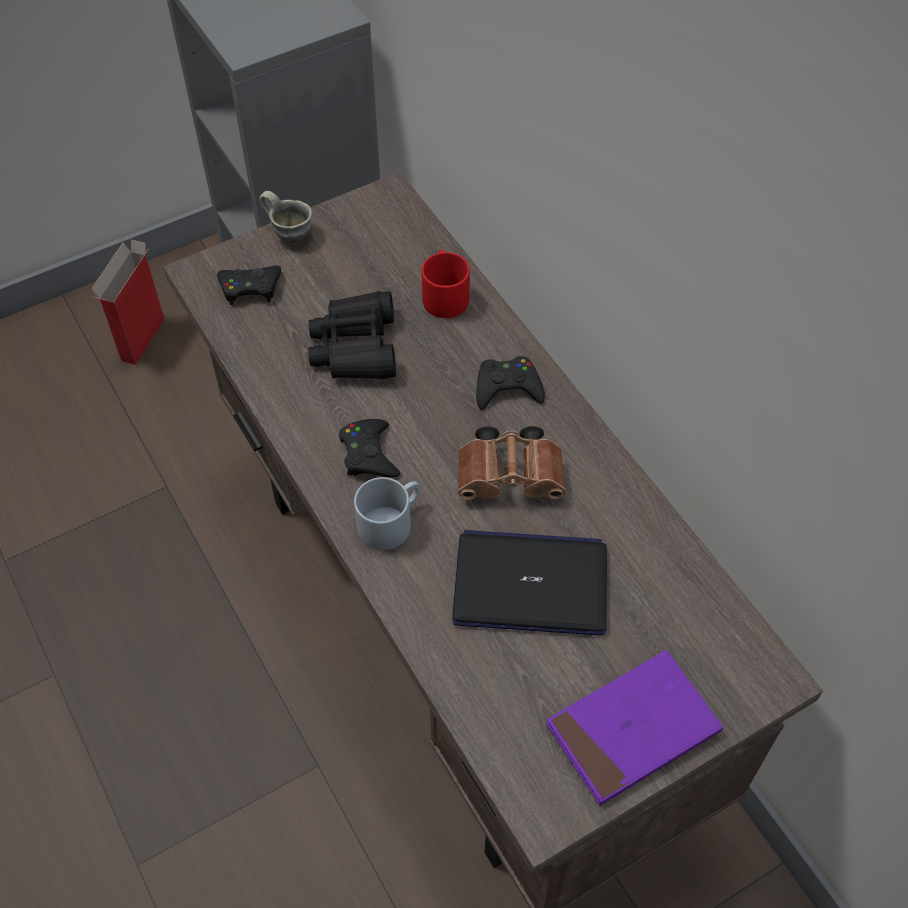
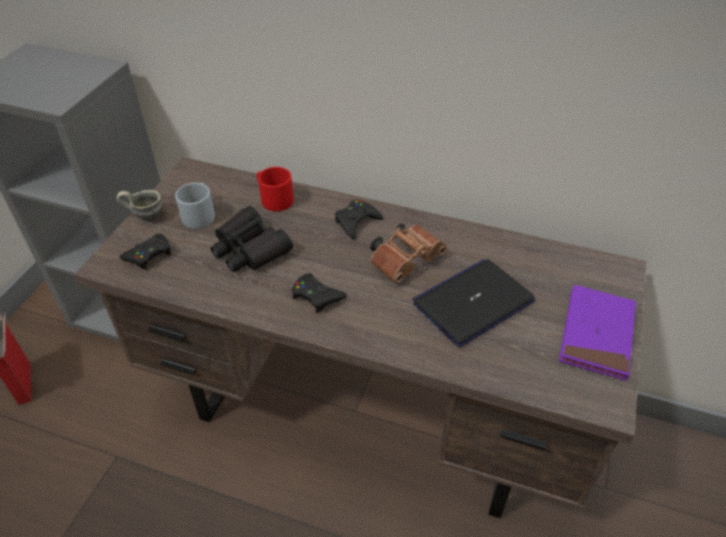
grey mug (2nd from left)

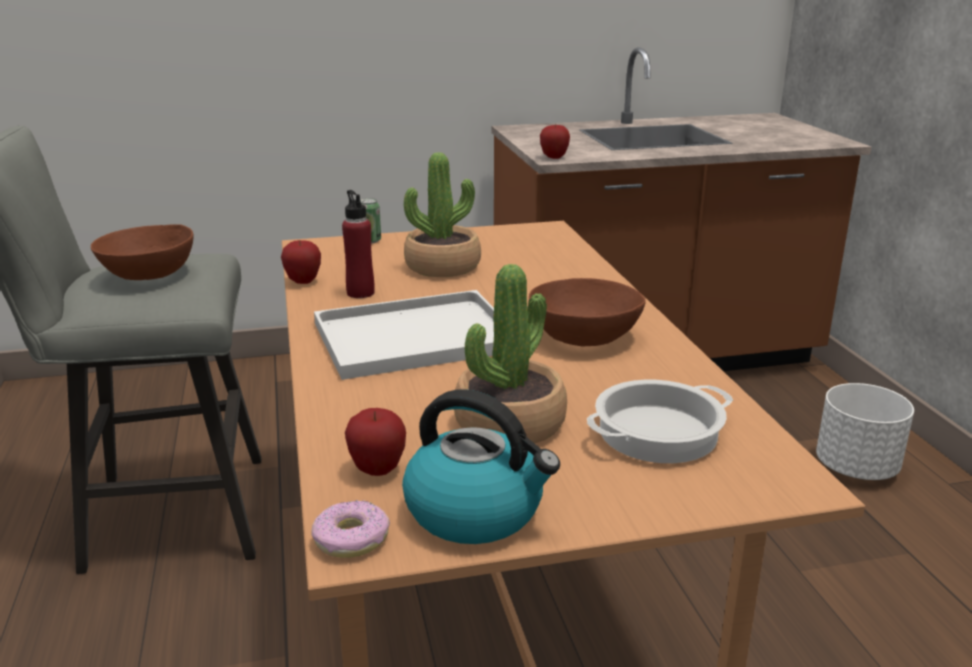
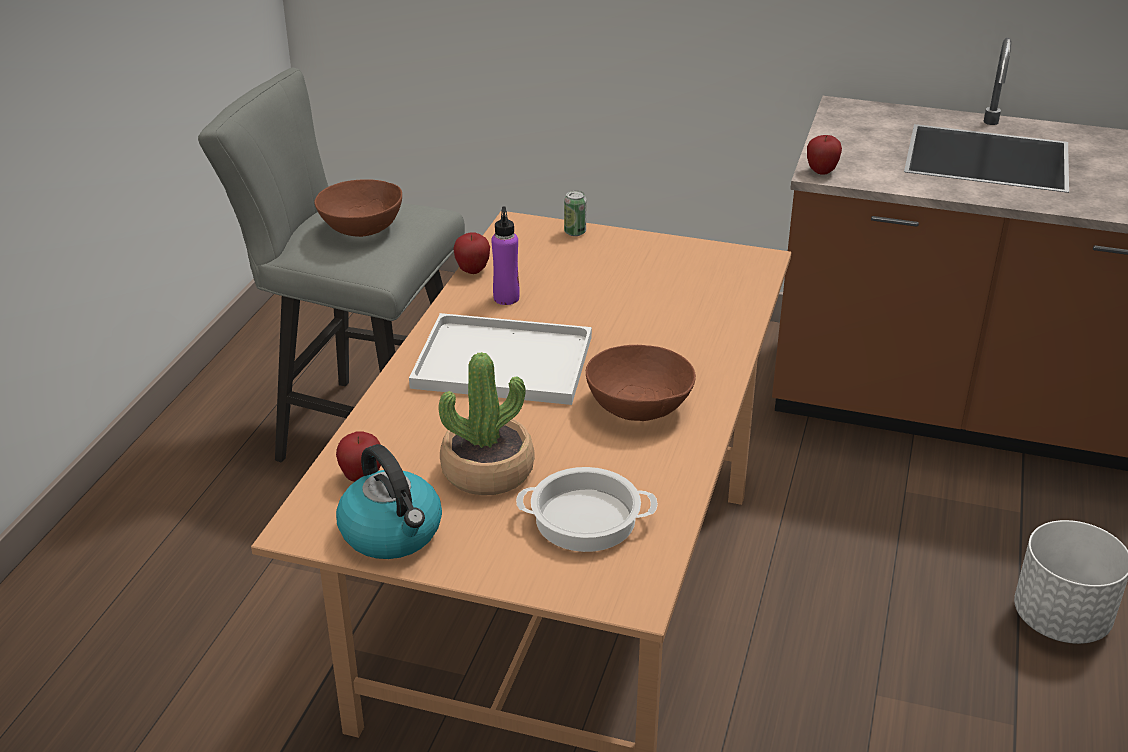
donut
purple bottle
potted plant (1st from left in the first image)

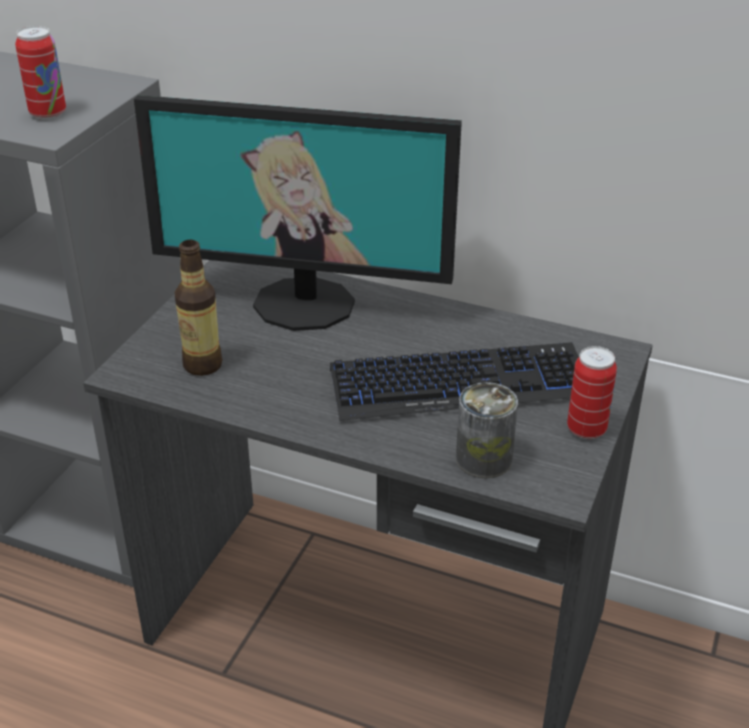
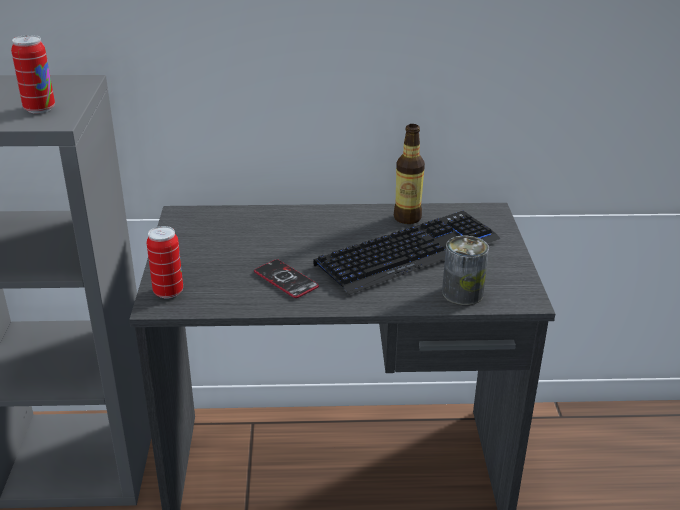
monitor
bottle
can (2nd from left)
phone

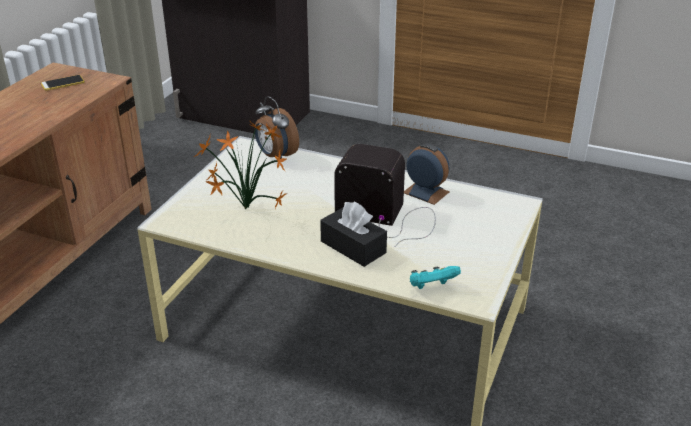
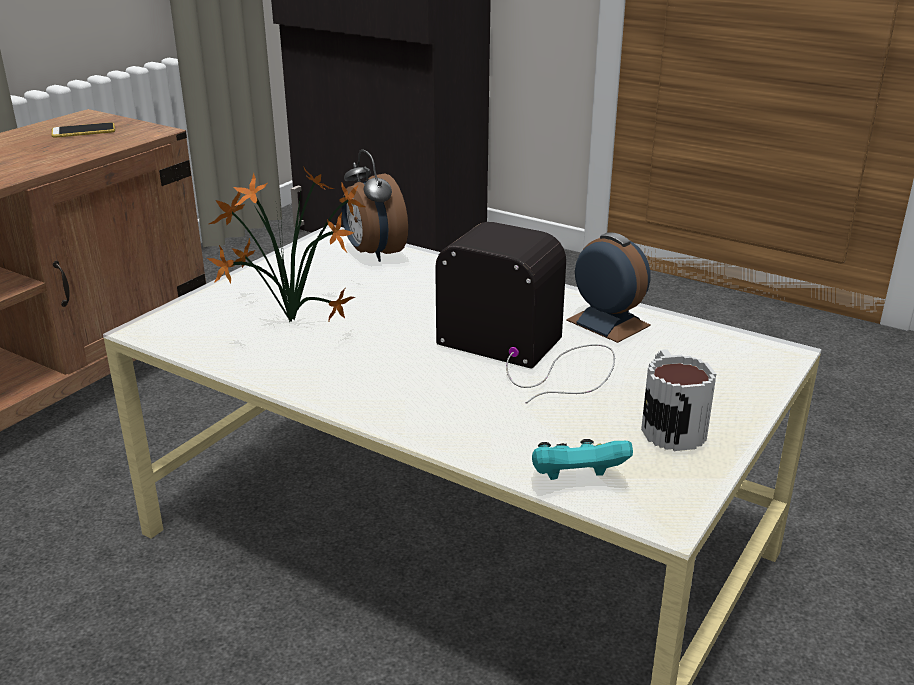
black tissue box
mug

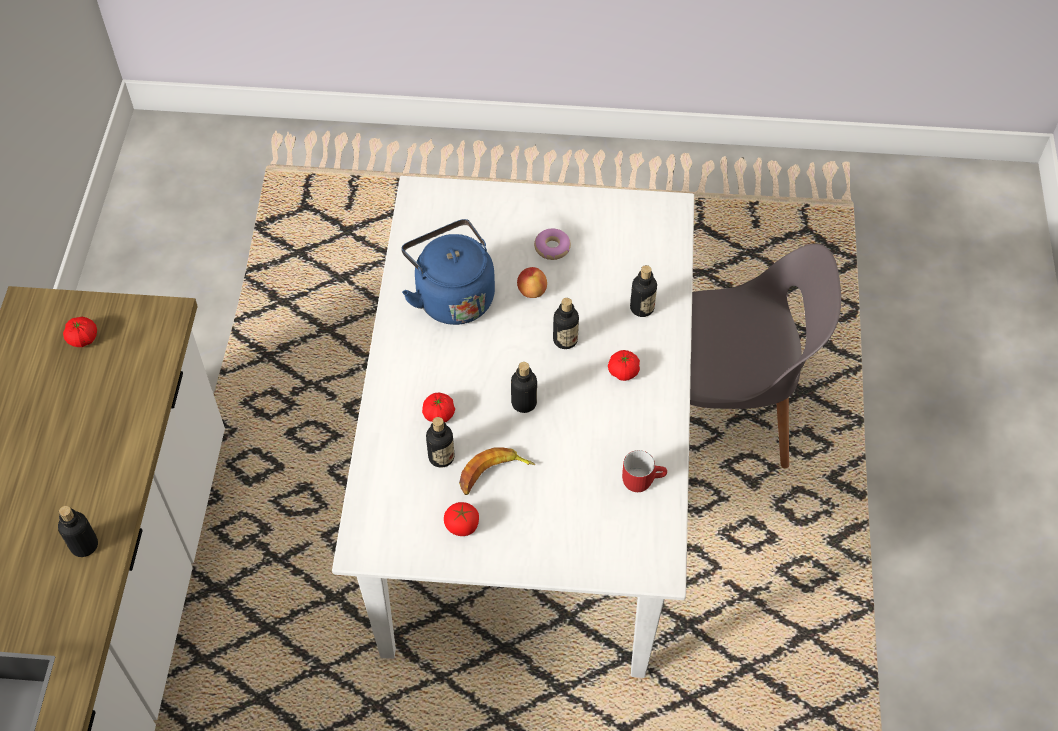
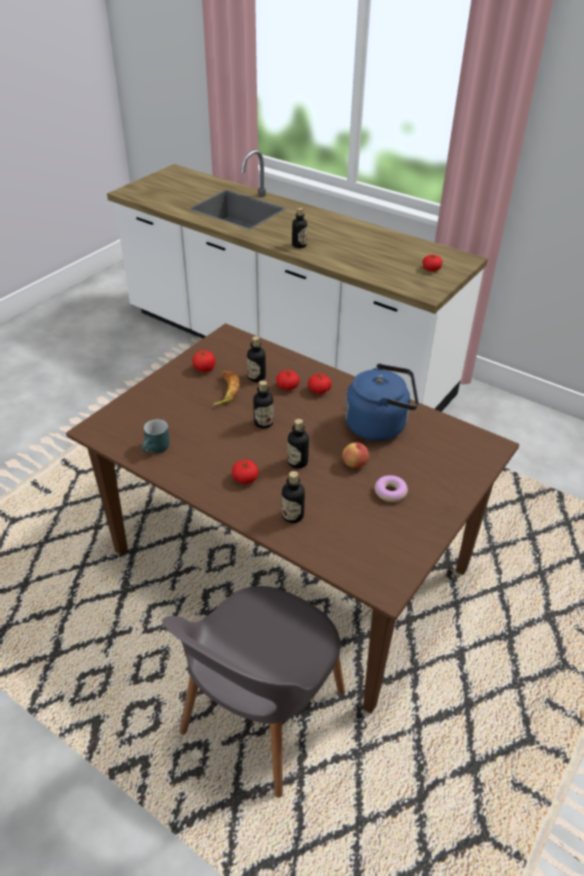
brown dining table
turquoise mug
tomato (4th from left)

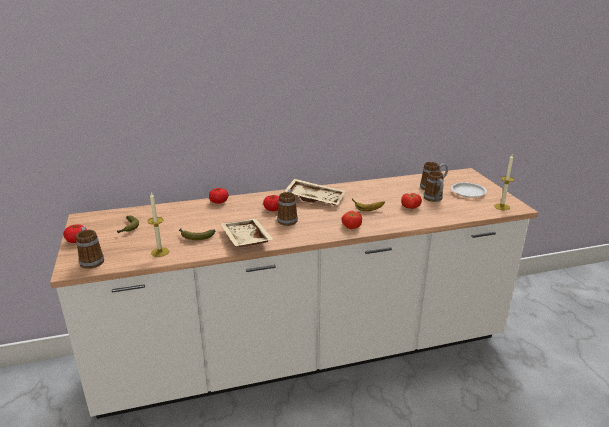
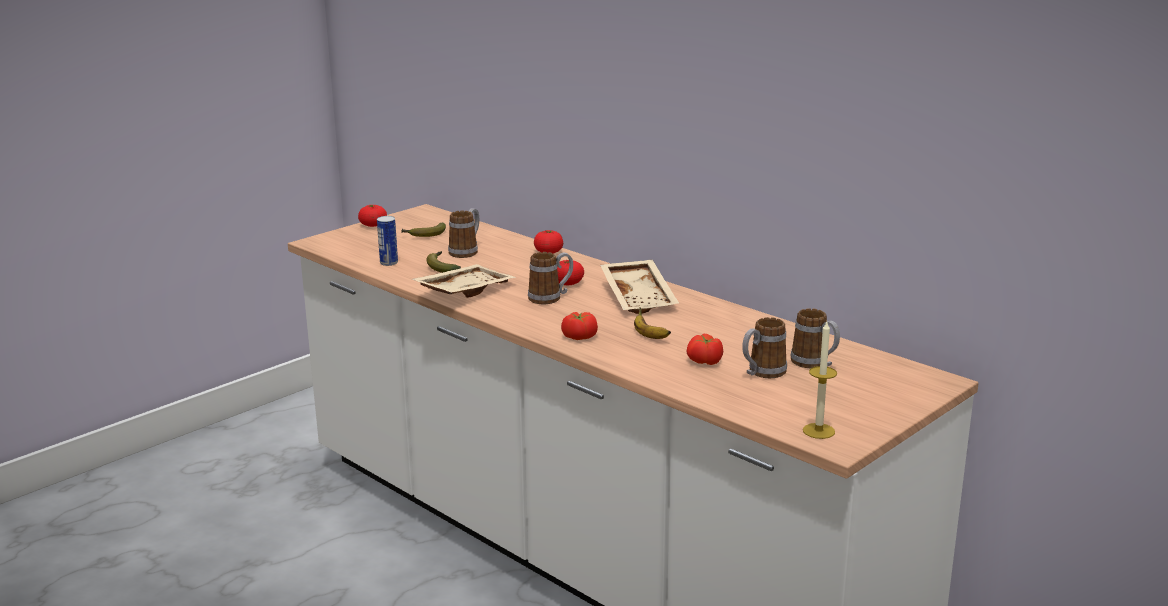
mug (1st from left)
can
white plate

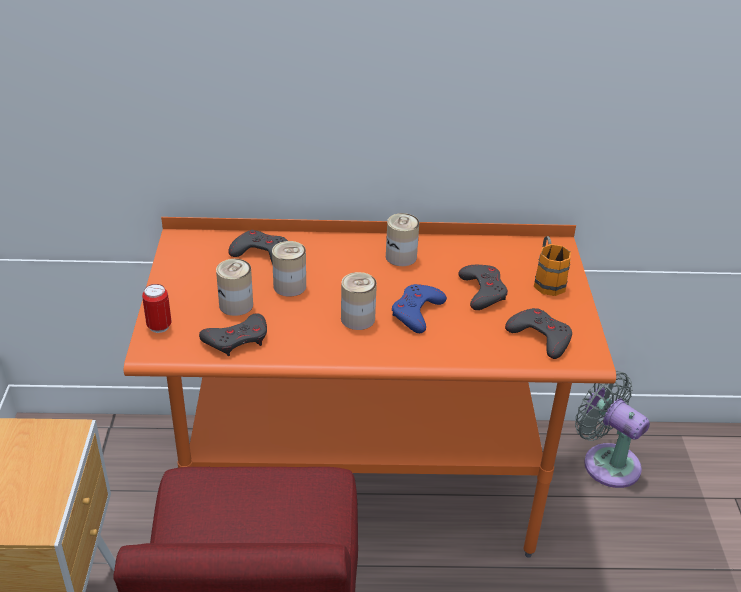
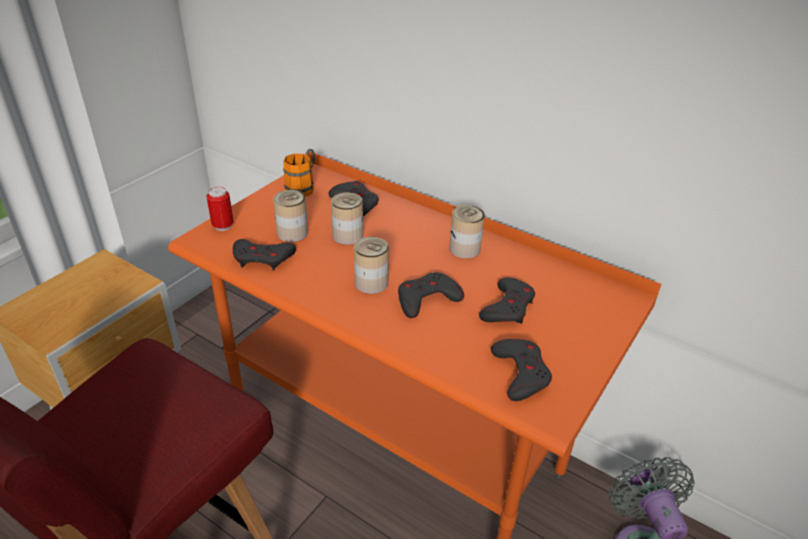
grey game controller (3rd from left)
orange mug

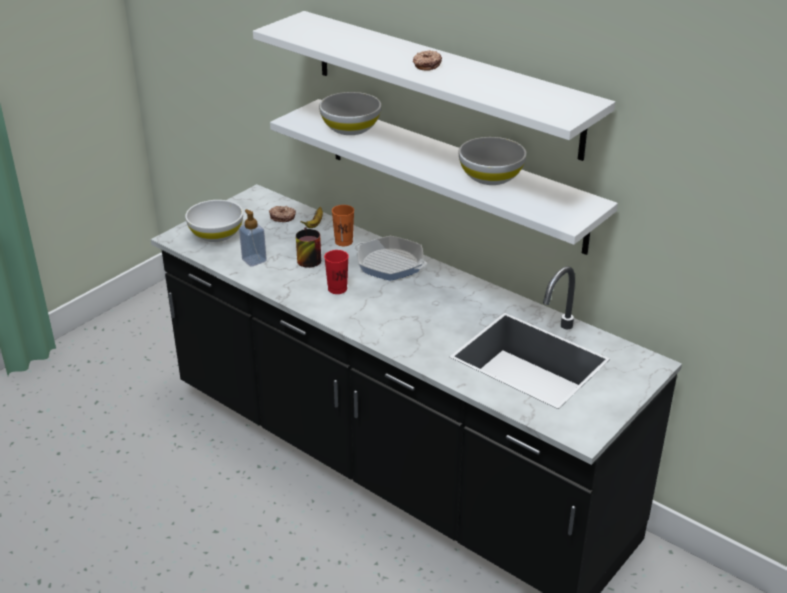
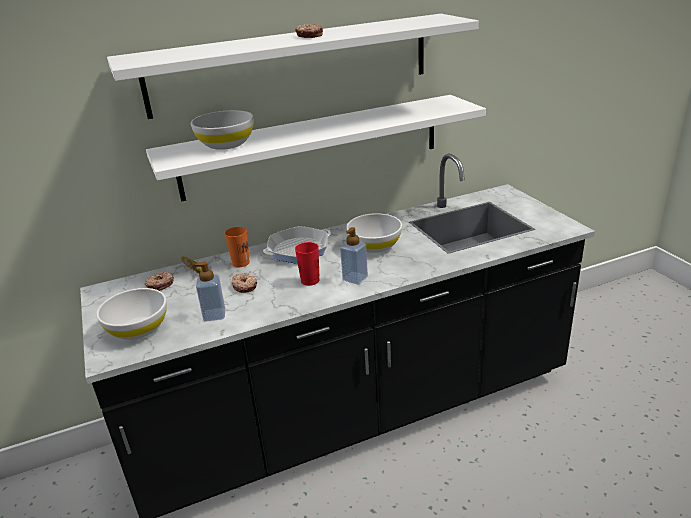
donut (2nd from left)
white bowl (3rd from left)
soap dispenser (2nd from left)

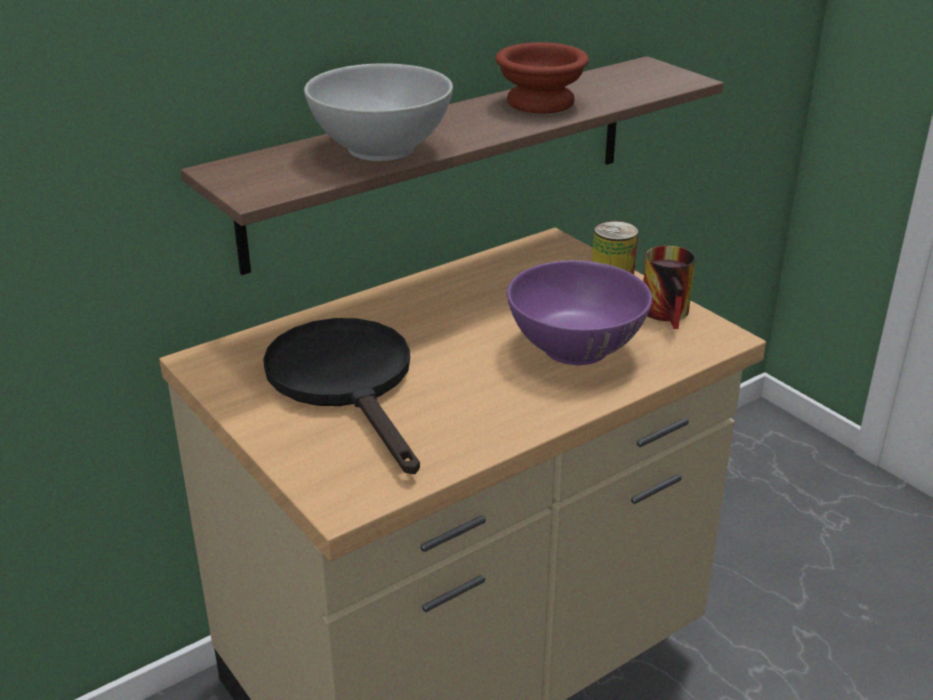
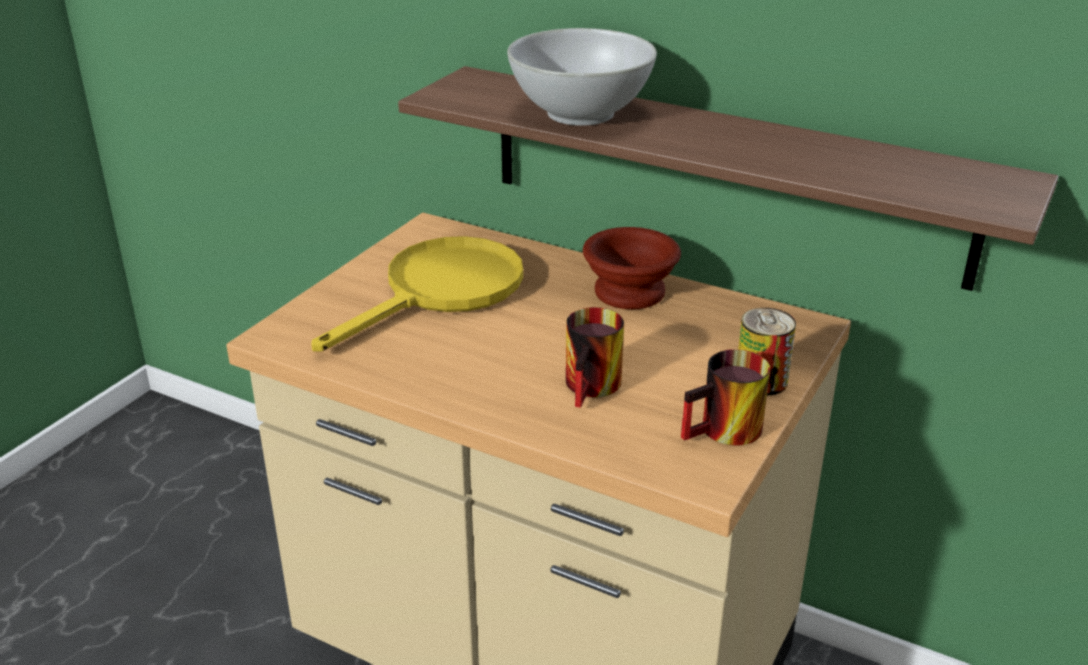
yellow frying pan
brown bowl
mug (1st from left)

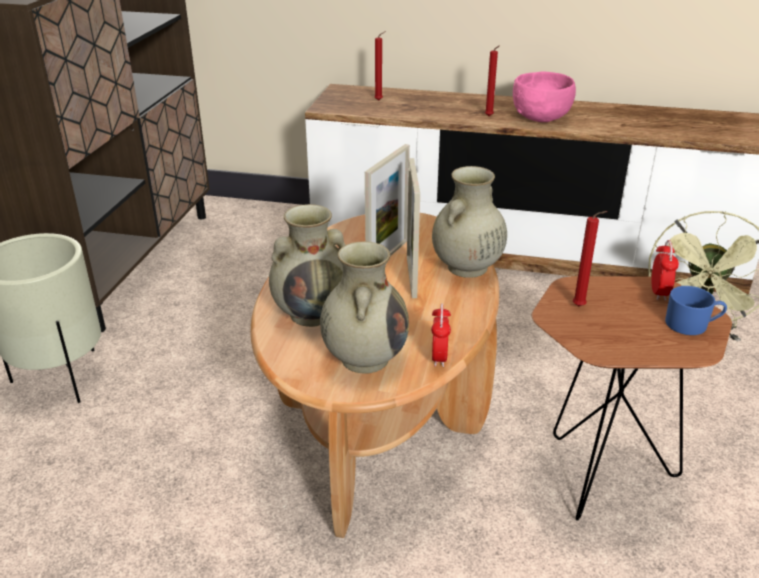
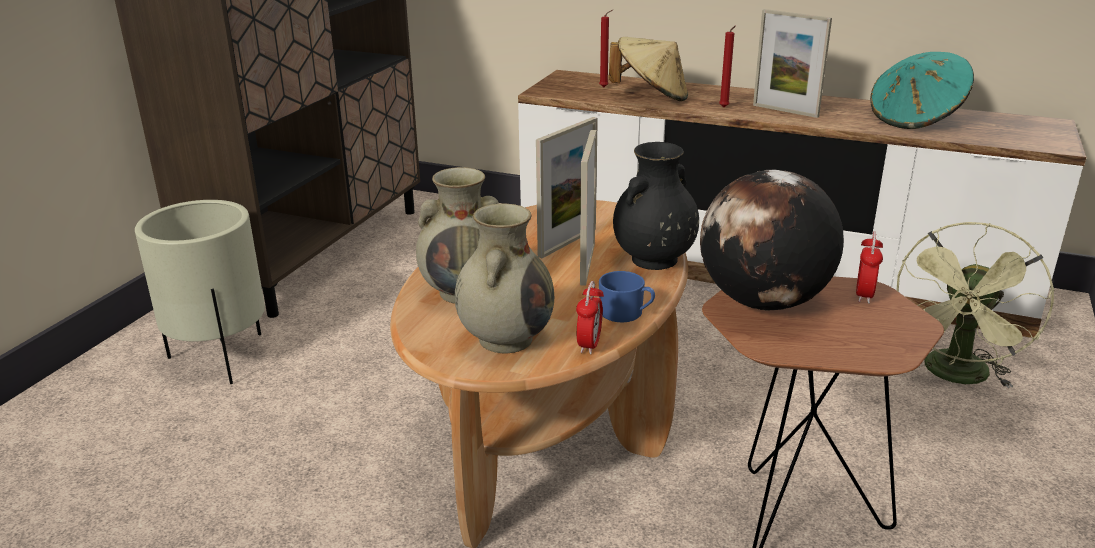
black vase
picture frame (3rd from left)
globe
blue mug
beige hat
turquoise hat

